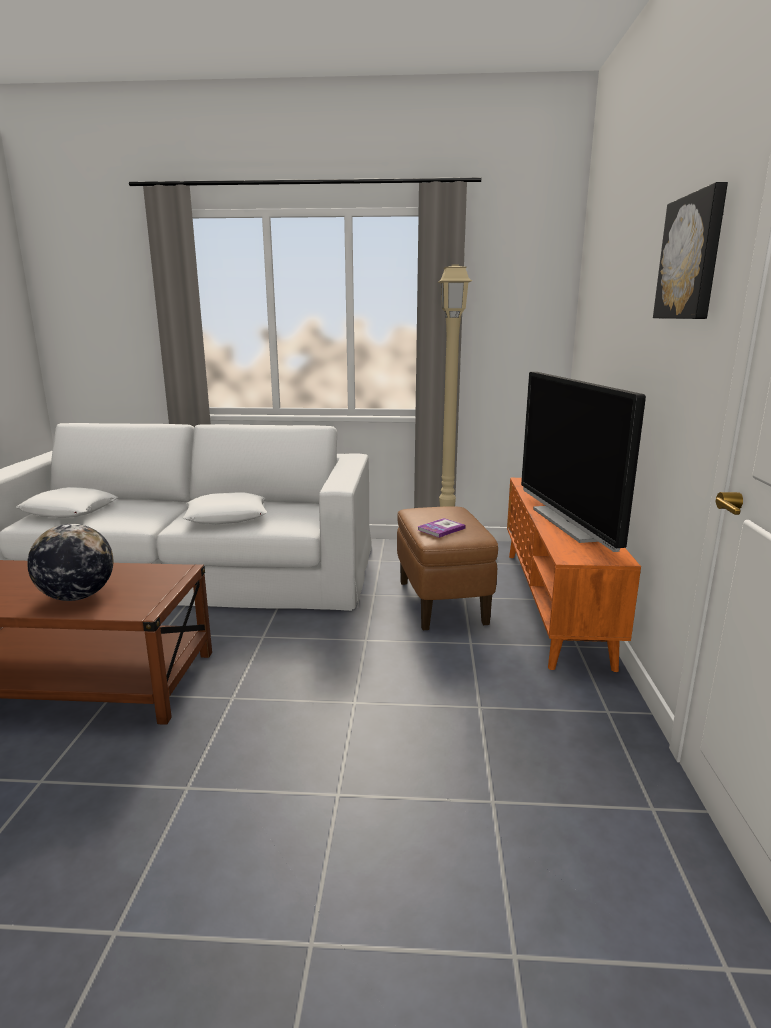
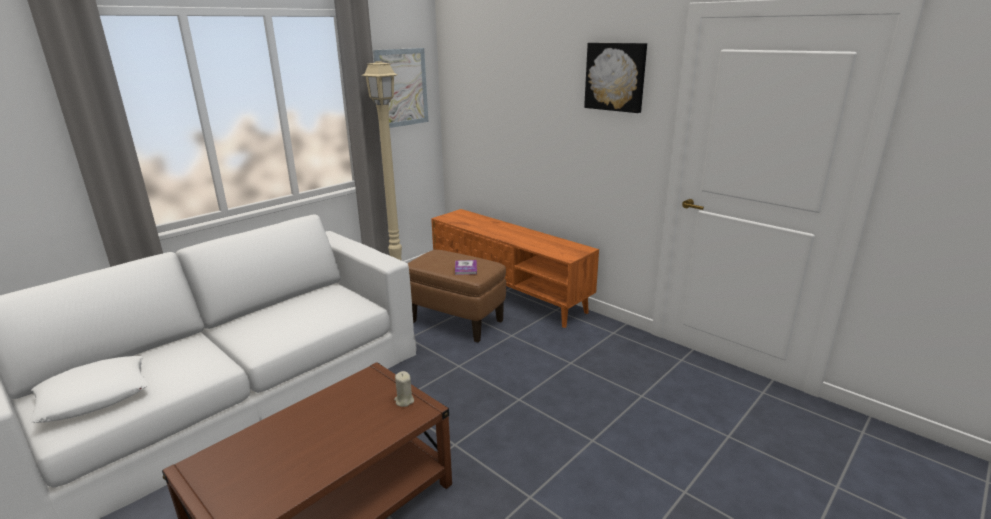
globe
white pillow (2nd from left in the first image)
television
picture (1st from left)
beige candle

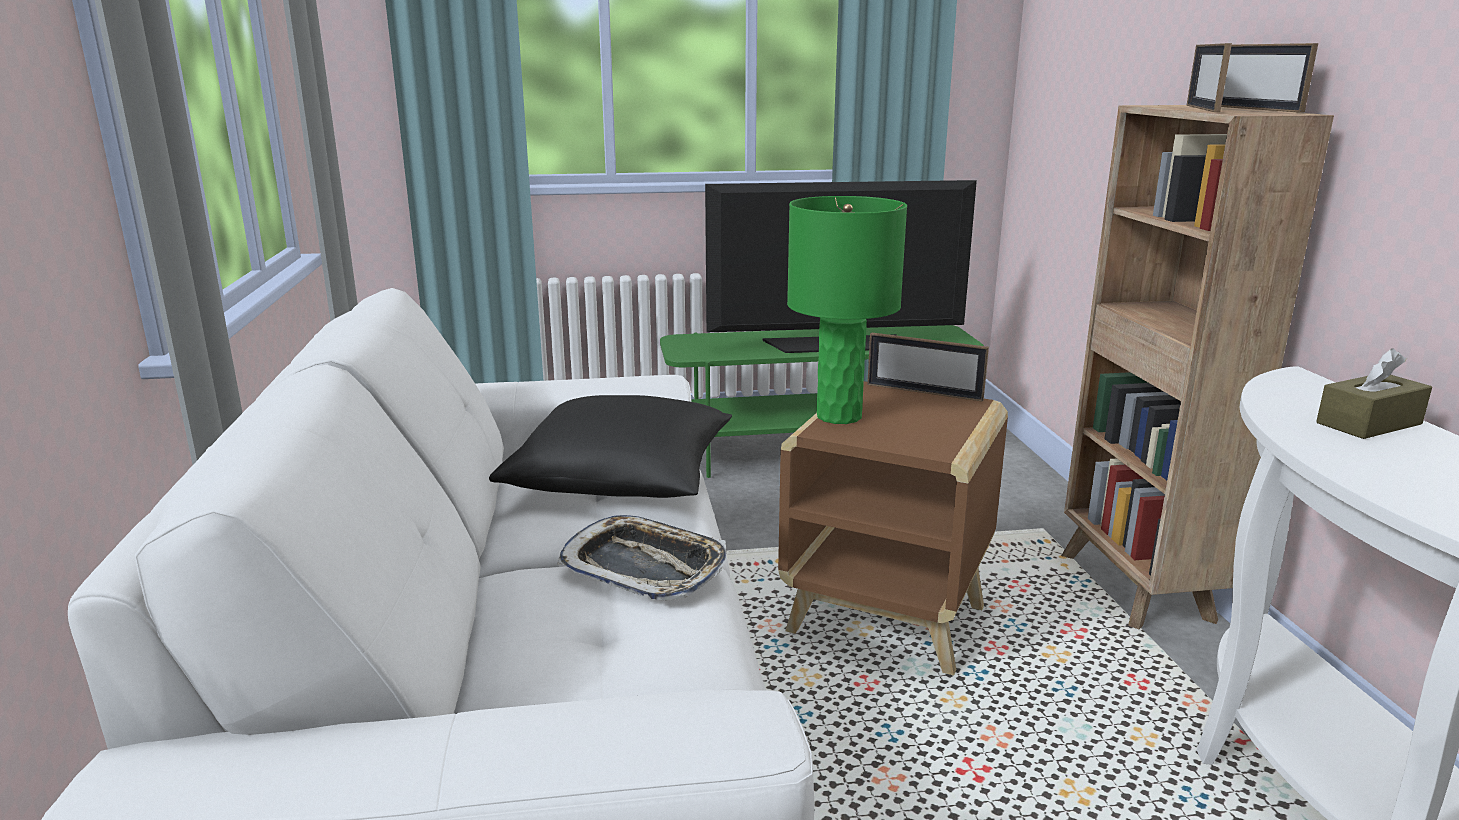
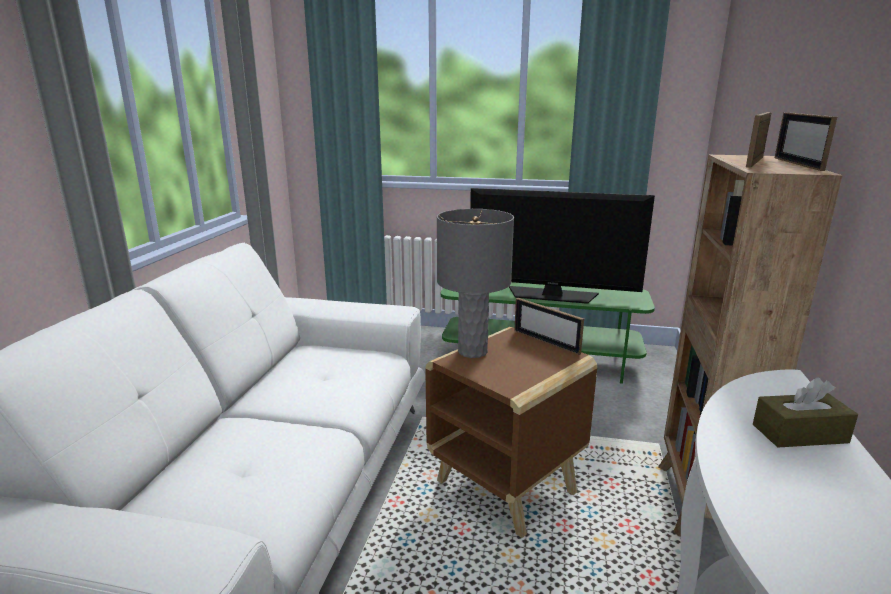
black pillow
tray
grey table lamp

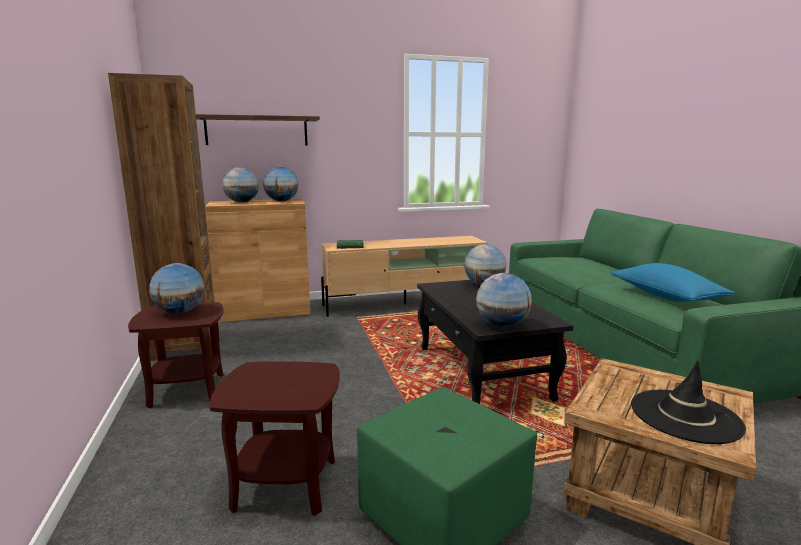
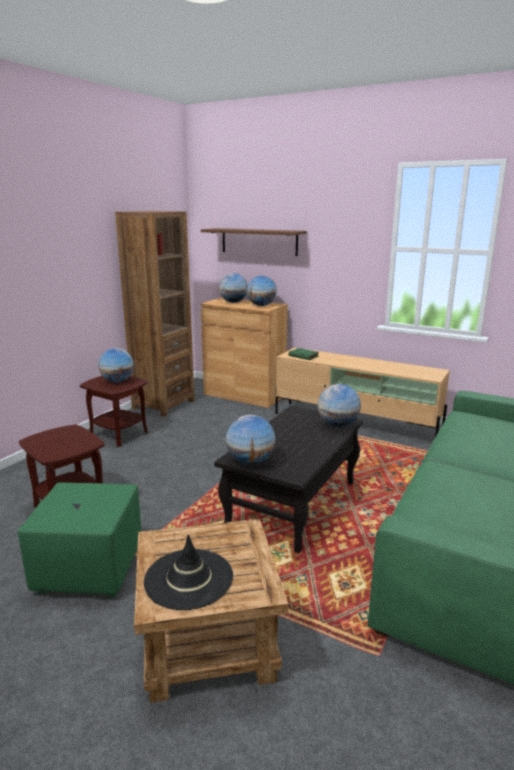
blue pillow

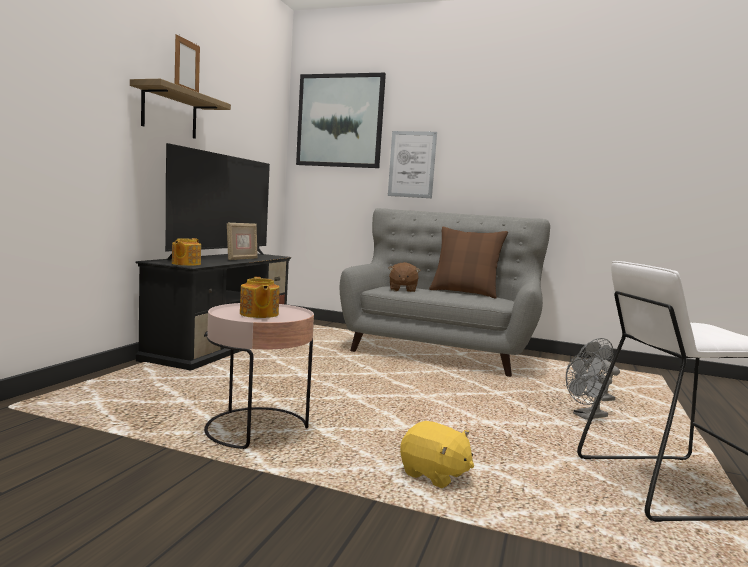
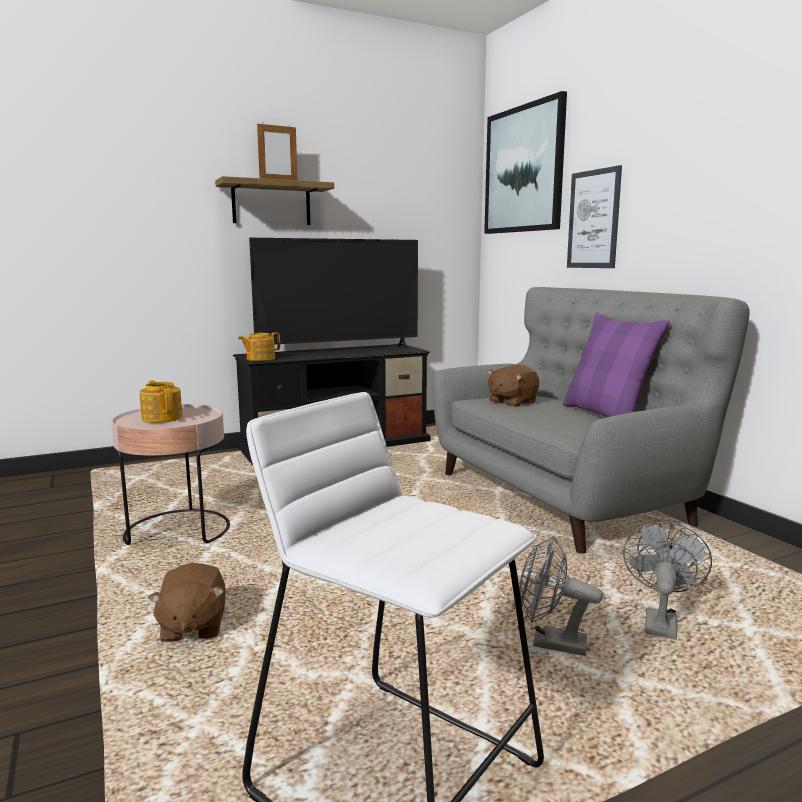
picture frame (2nd from left in the first image)
teapot (1st from left)
brown plush toy (1st from left)
purple pillow

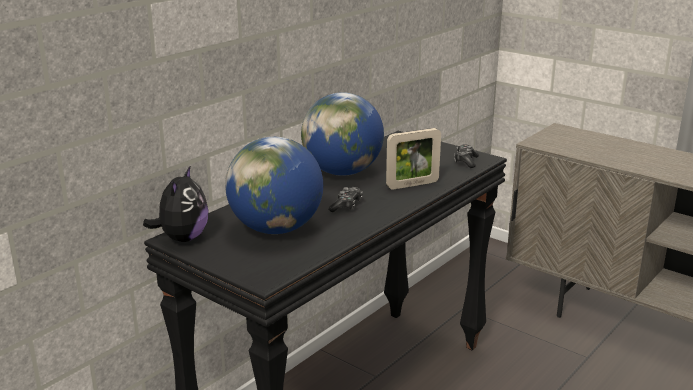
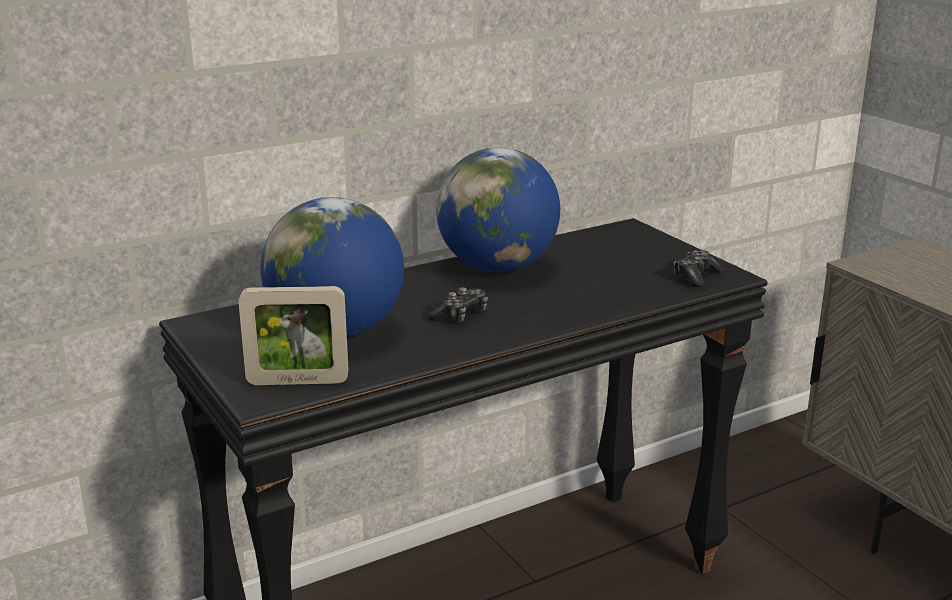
plush toy
picture frame

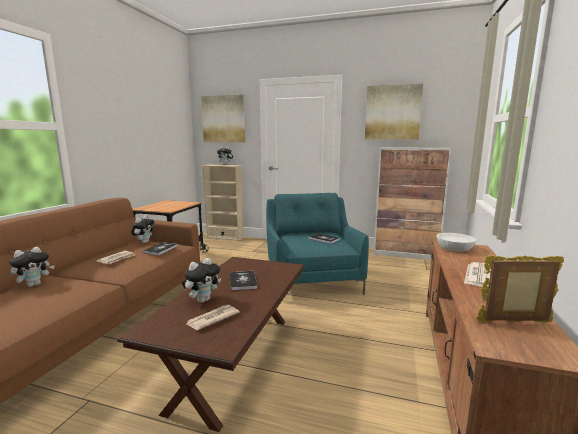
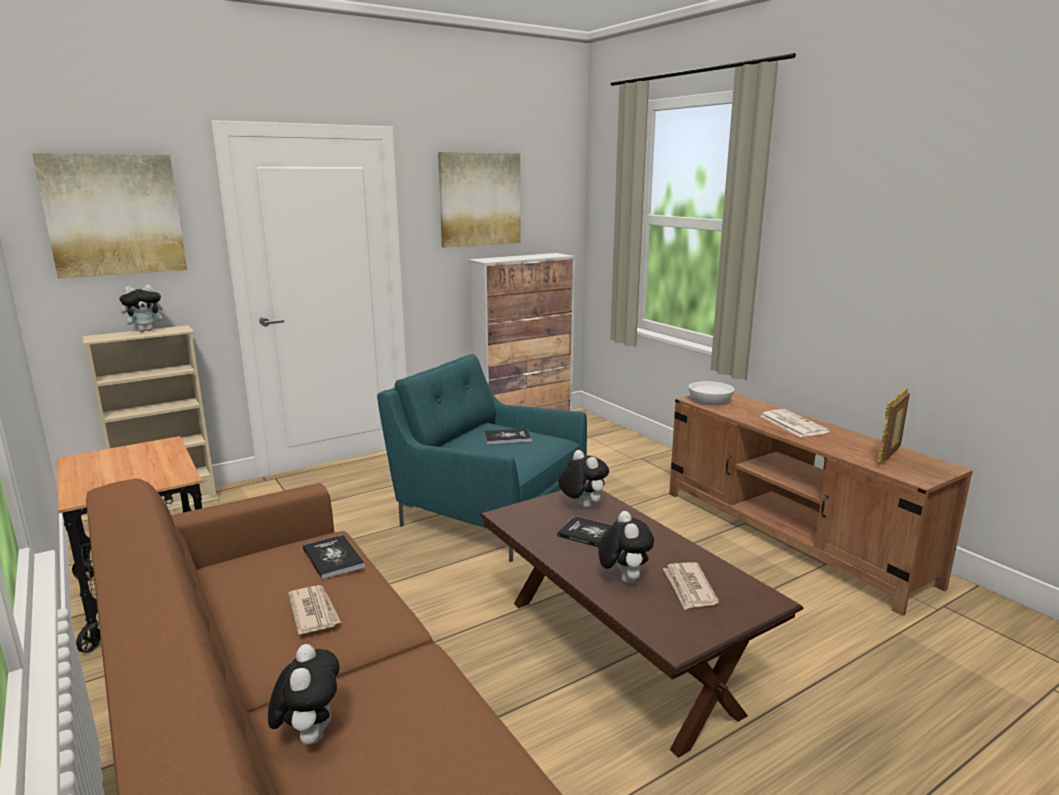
plush toy (3rd from left)

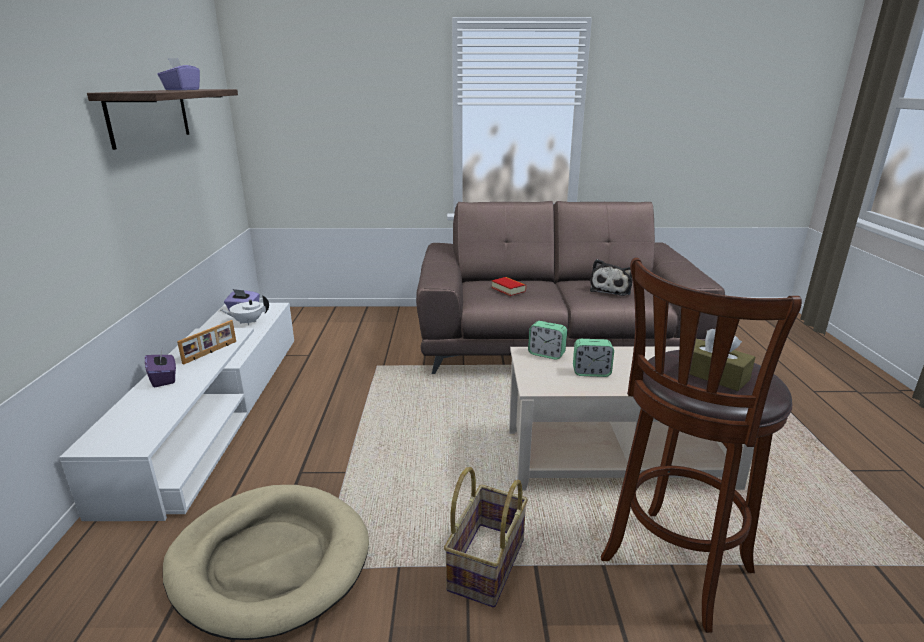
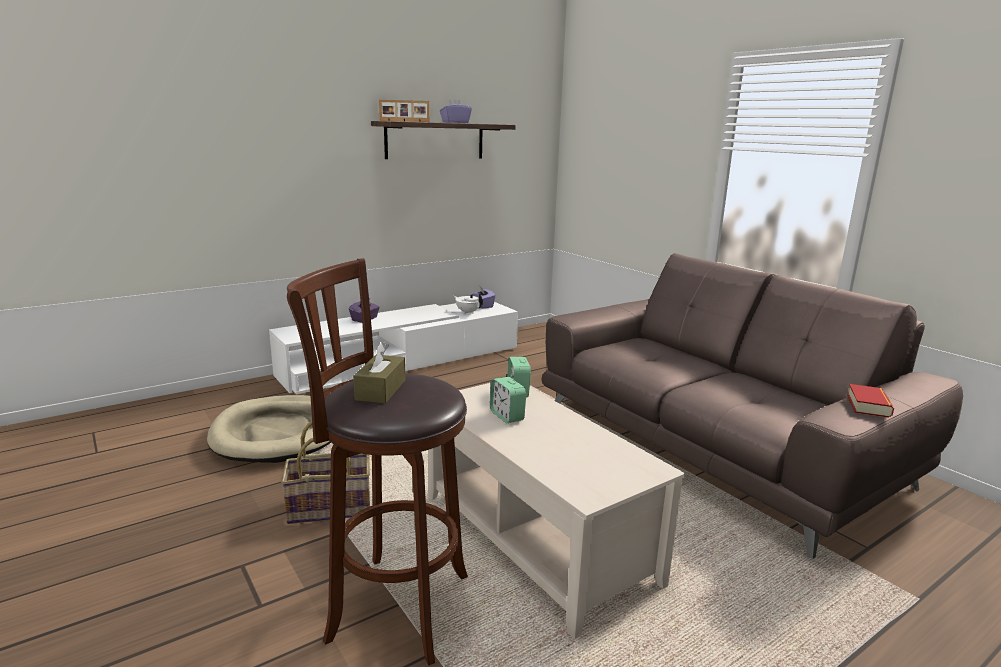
picture frame
book
plush toy

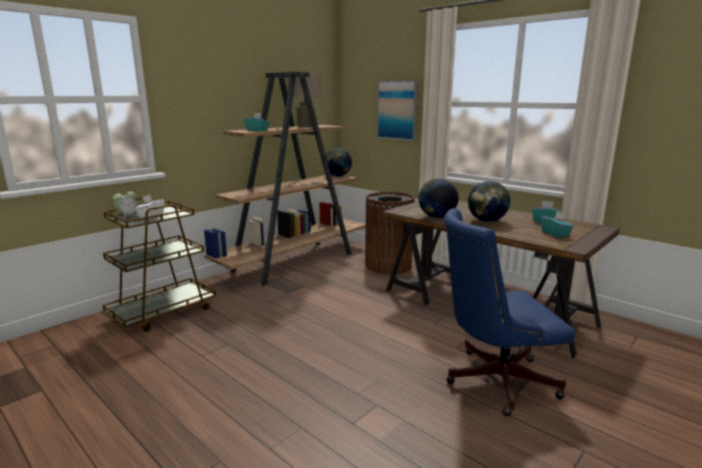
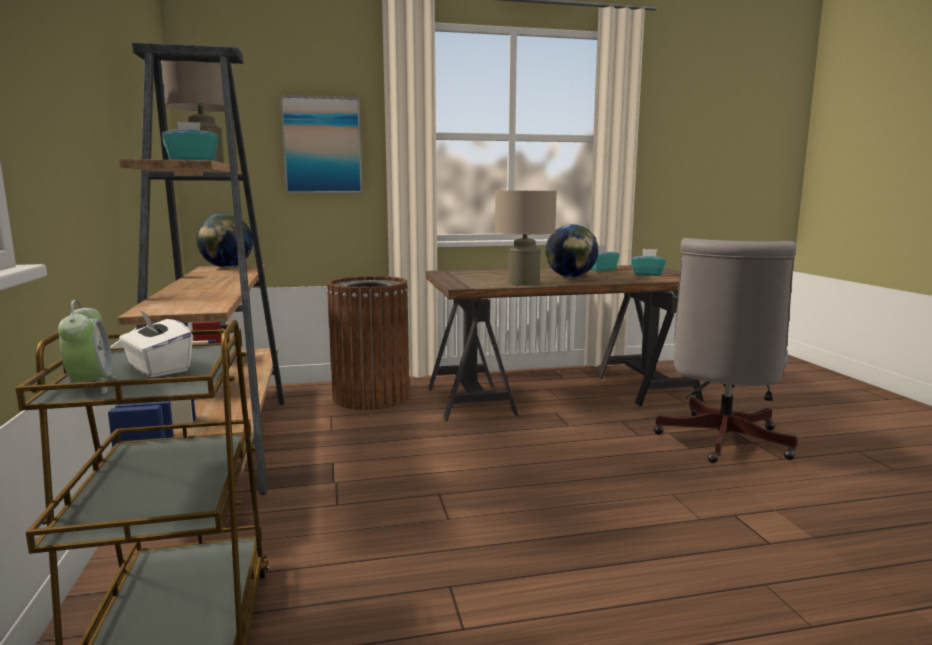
beige table lamp (2nd from left)
grey office chair

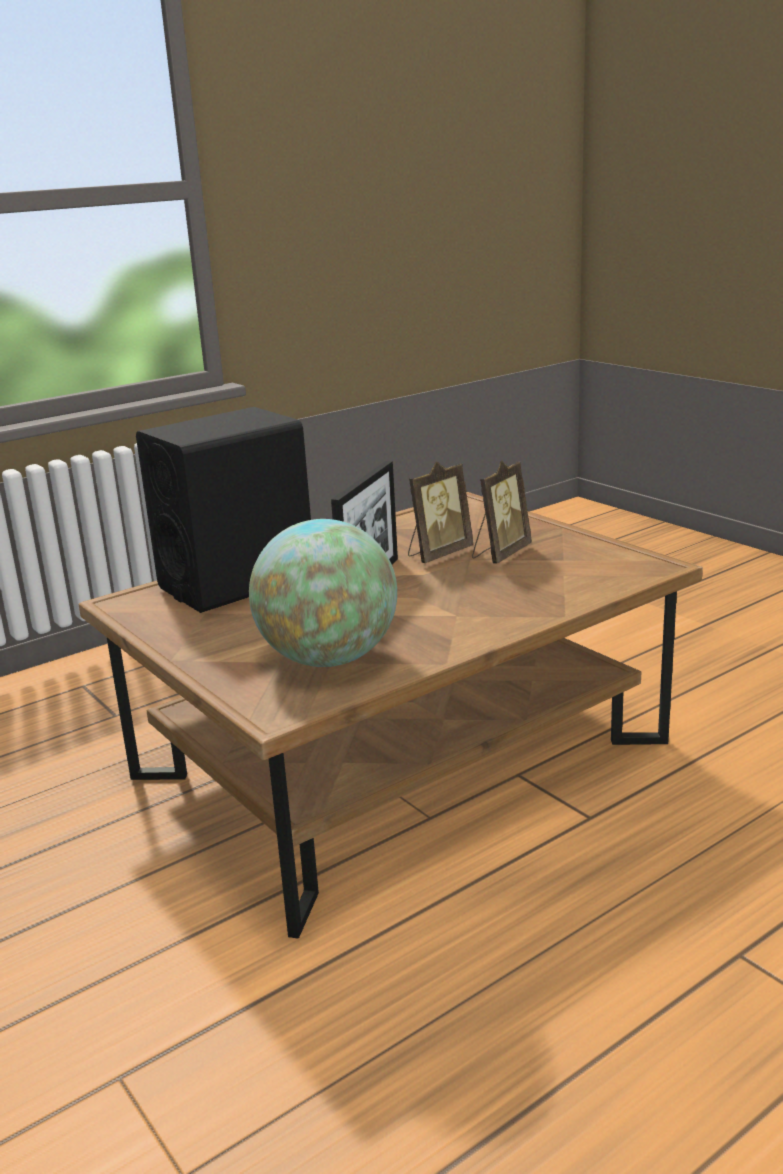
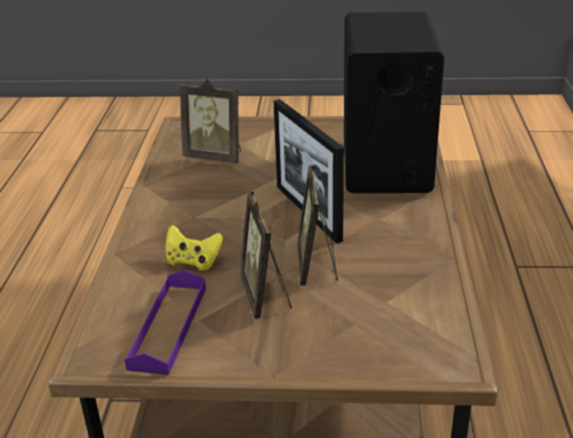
picture frame (1st from left)
purple tray
yellow game controller

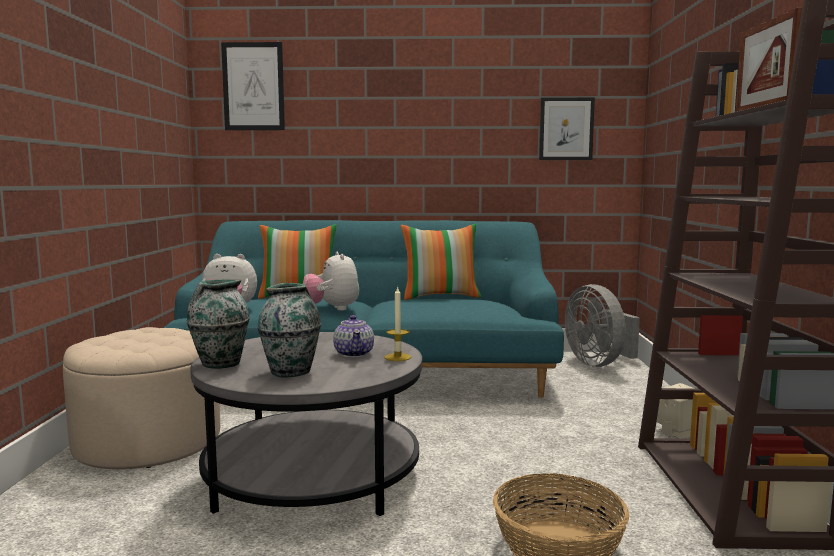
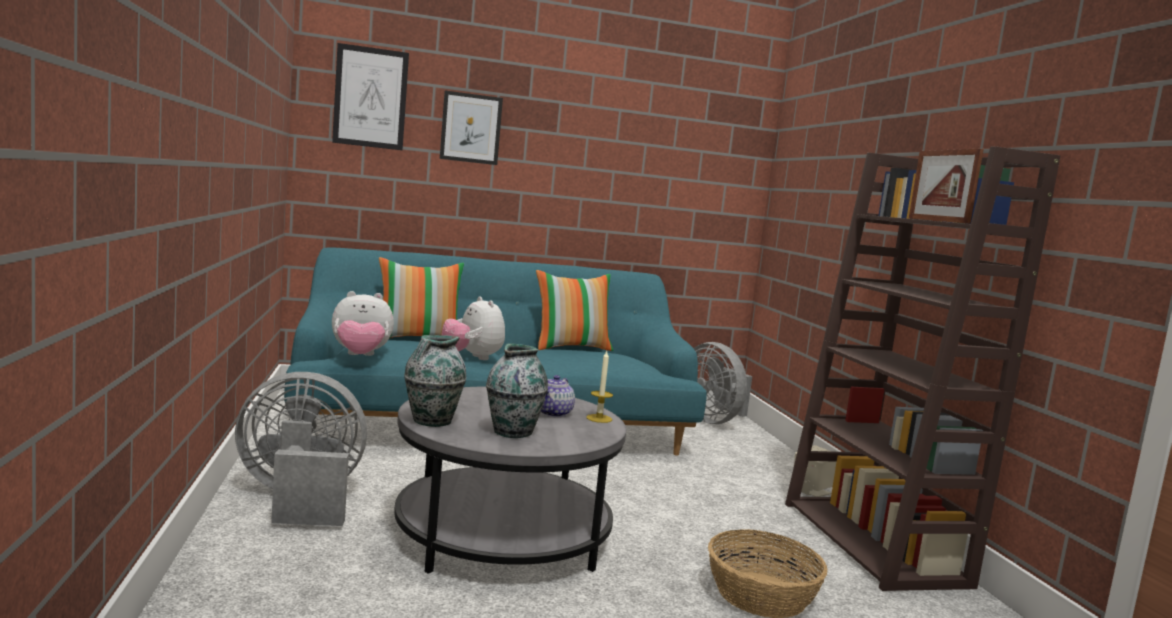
grey fan (1st from left)
teapot
picture (2nd from left)

